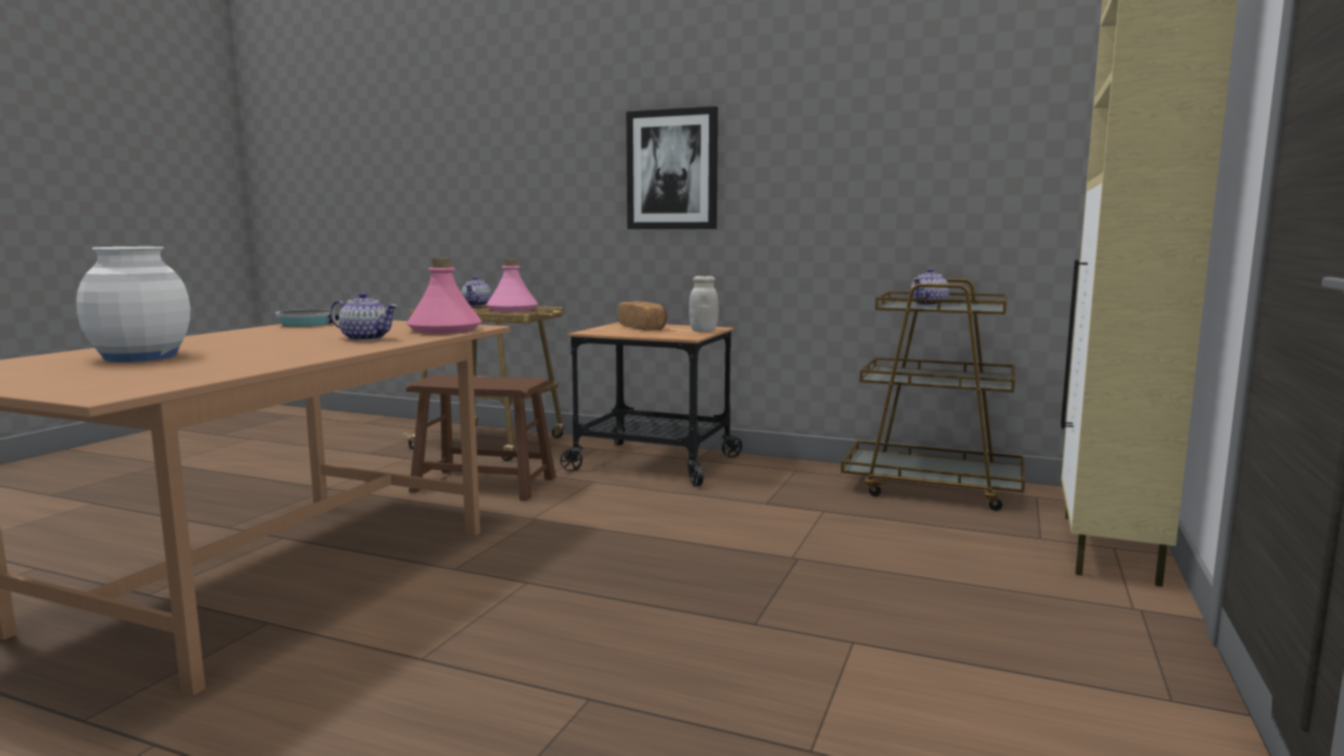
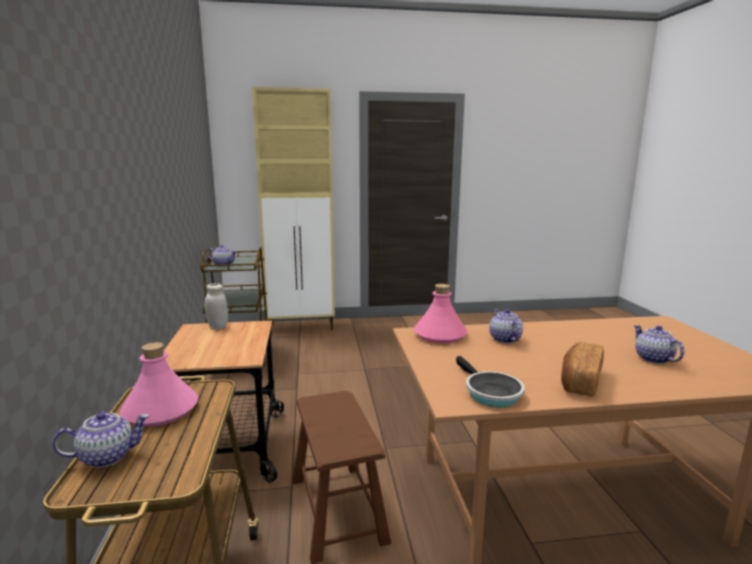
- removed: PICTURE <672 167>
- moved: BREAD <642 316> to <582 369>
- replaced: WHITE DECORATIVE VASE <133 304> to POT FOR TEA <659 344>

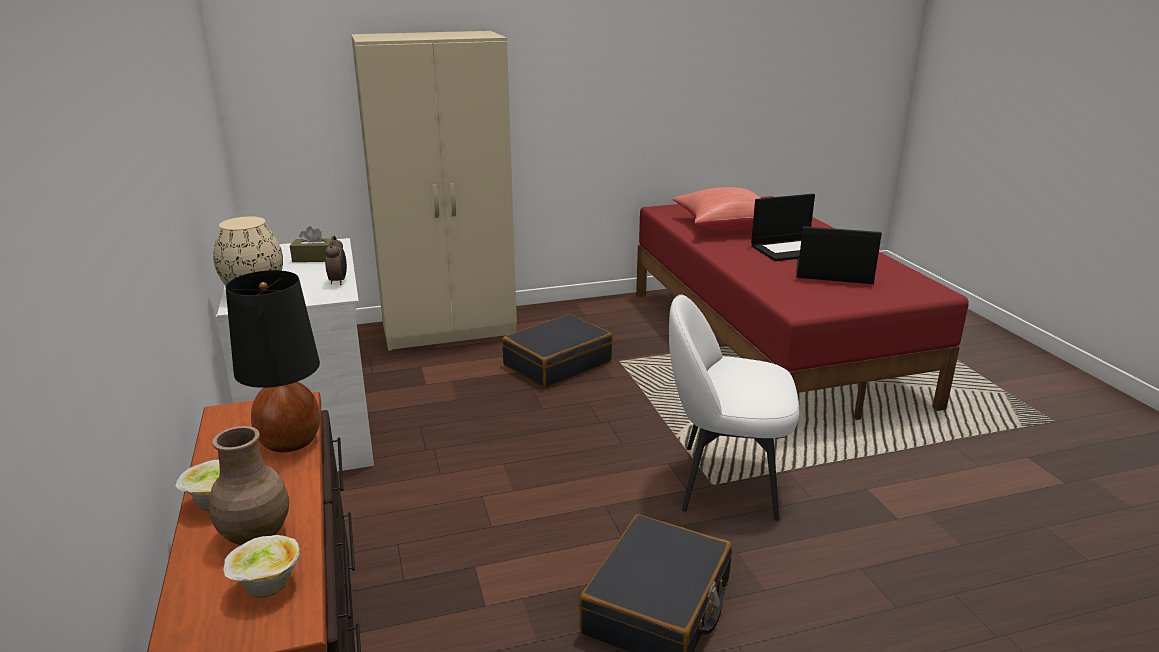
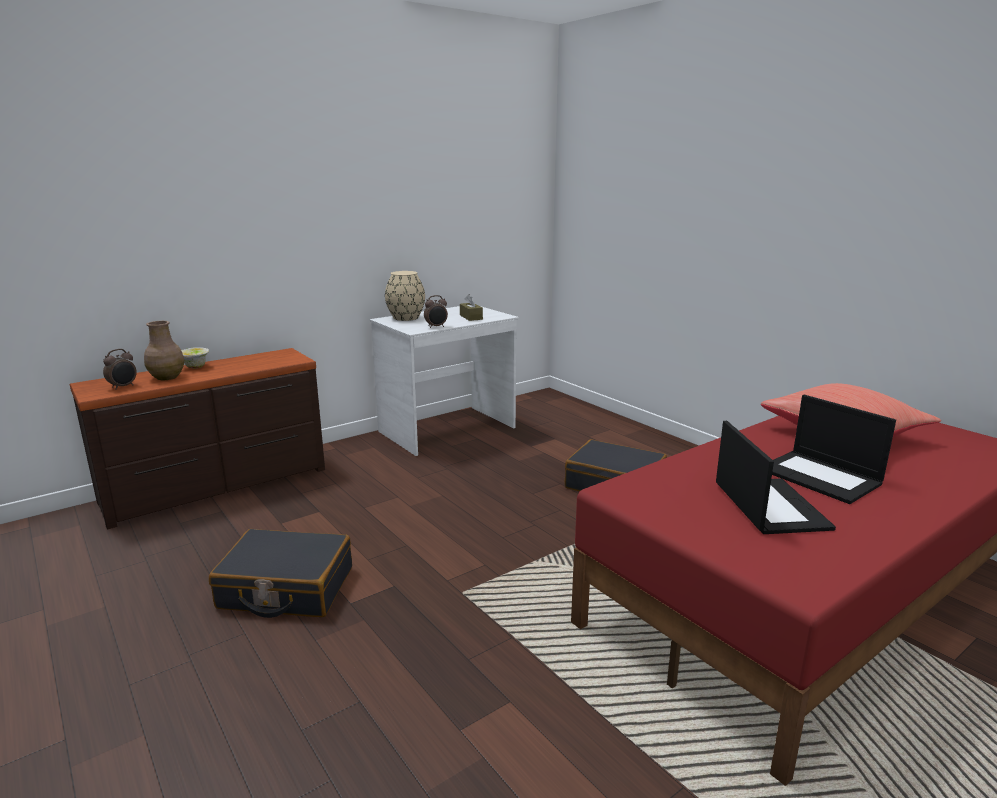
- removed: BLACK LAMP FOR A TABLE <272 361>
- removed: SAND-COLOURED WARDROBE <434 191>
- removed: WHITE CHAIR <734 408>
- replaced: DEEP DISH <261 566> to TABLE CLOCK <120 369>

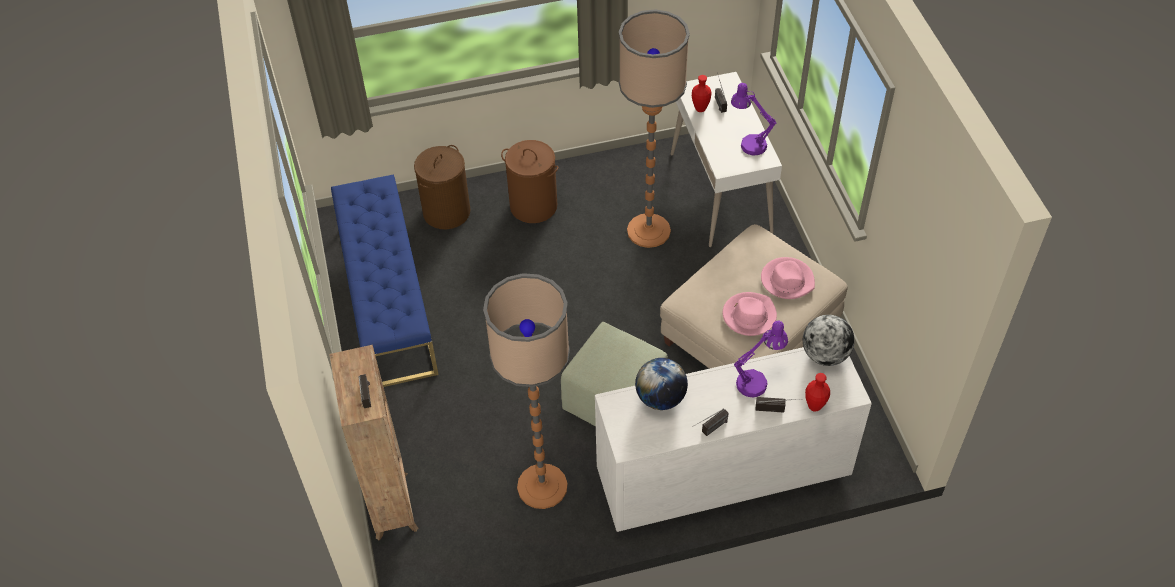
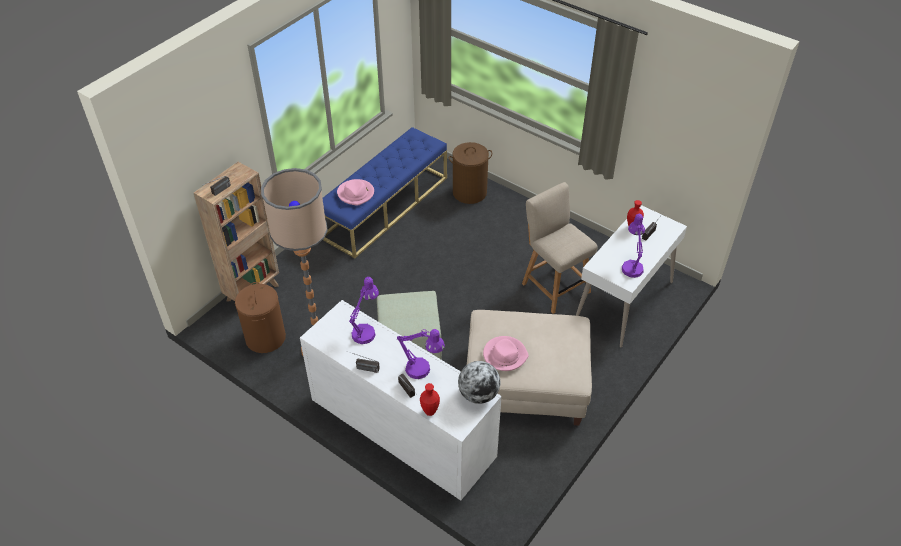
- moved: BROWN WASHING BASKET <529 181> to <260 317>
- moved: PINK-COLOURED HAT <788 278> to <355 192>
- replaced: STANDARD LAMP <654 129> to SAND-COLOURED CHAIR <559 248>
- replaced: WORLD GLOBE <661 384> to PURPLISH LAMP FOR A TABLE <364 310>

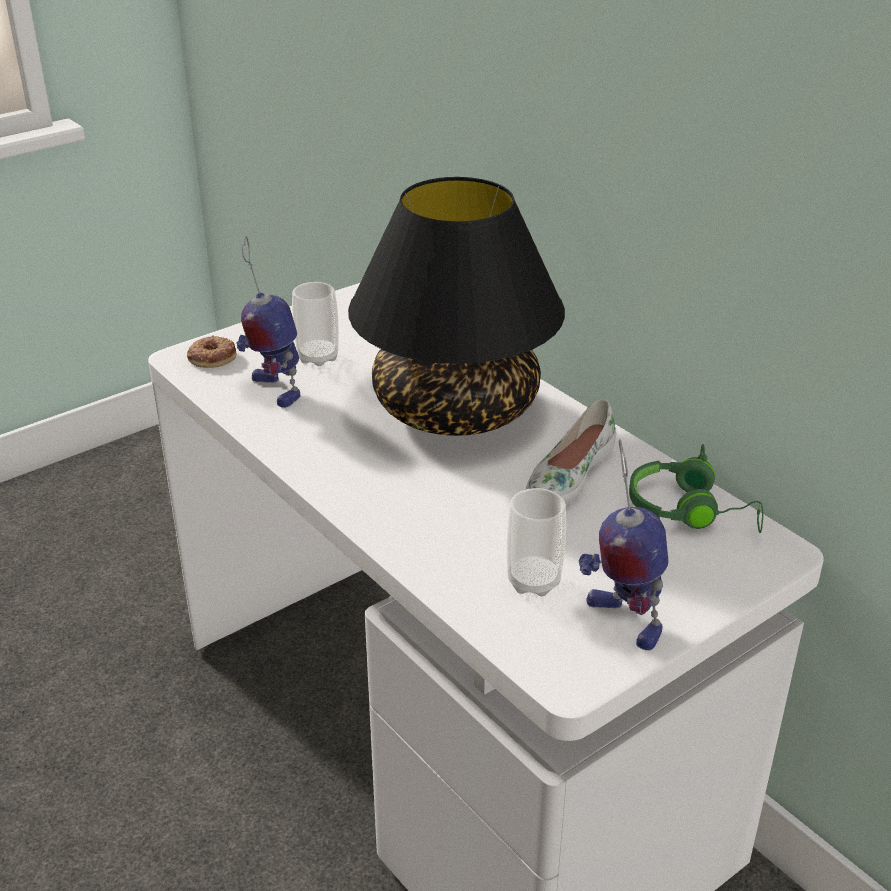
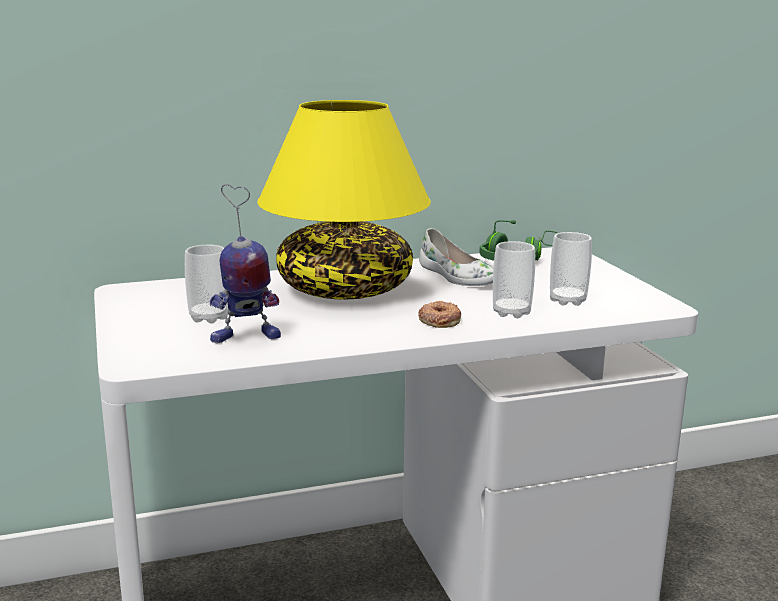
- removed: ROBOT FIGURE <623 544>
- added: CUP <514 279>
- moved: RING DOUGHNUT <211 351> to <439 314>
- recoloured: BLACK LAMP FOR A TABLE <456 306> to YELLOW-COLOURED LAMP FOR A TABLE <344 200>

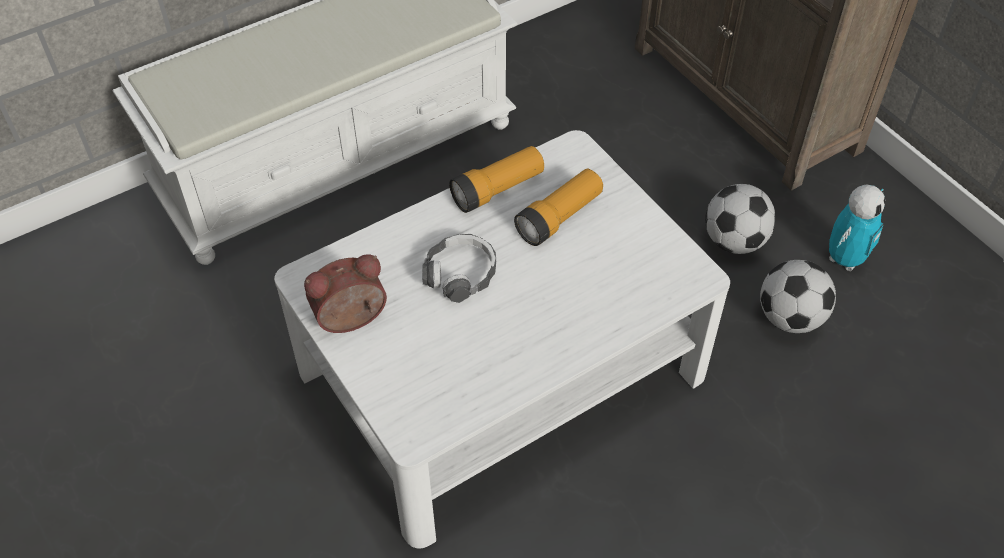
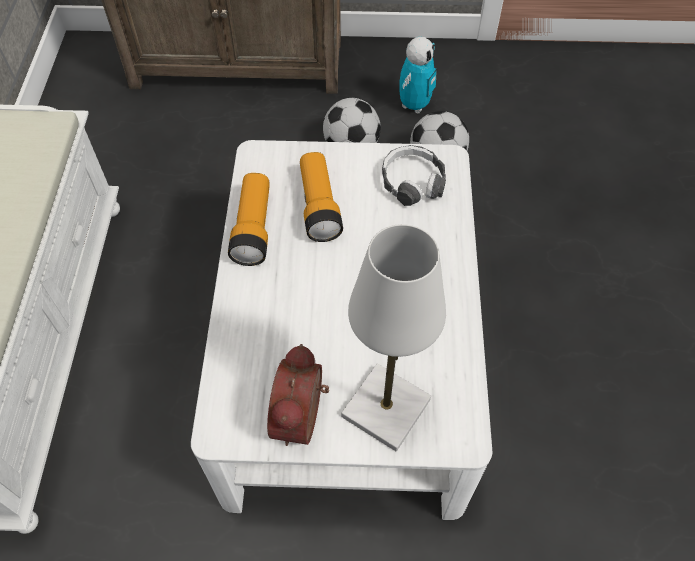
- added: WHITE LAMP FOR A TABLE <393 337>
- moved: HEADPHONES <459 268> to <414 175>
- turned: ROBOT FIGURE <857 227> = <418 75> 45 degrees clockwise

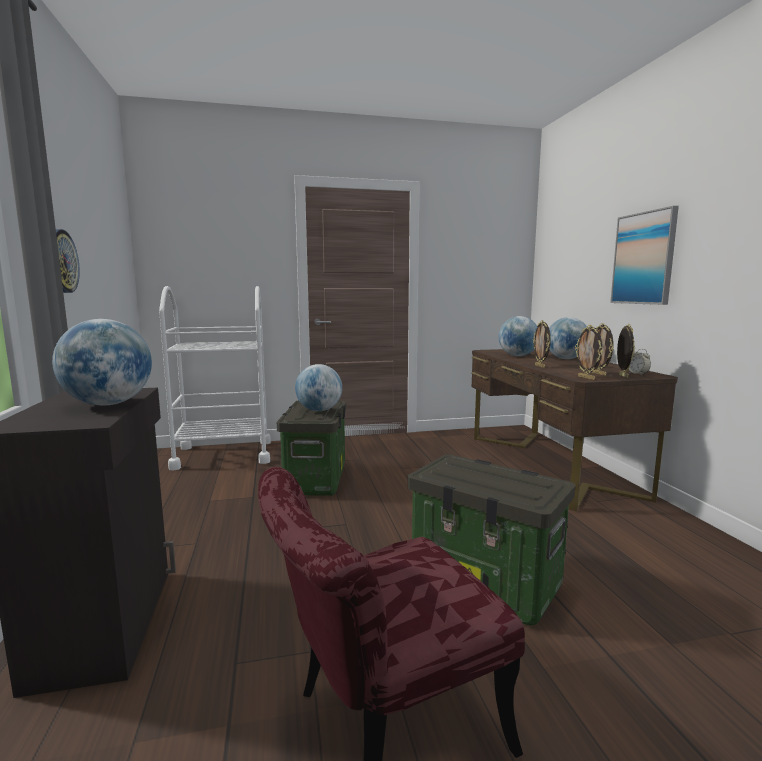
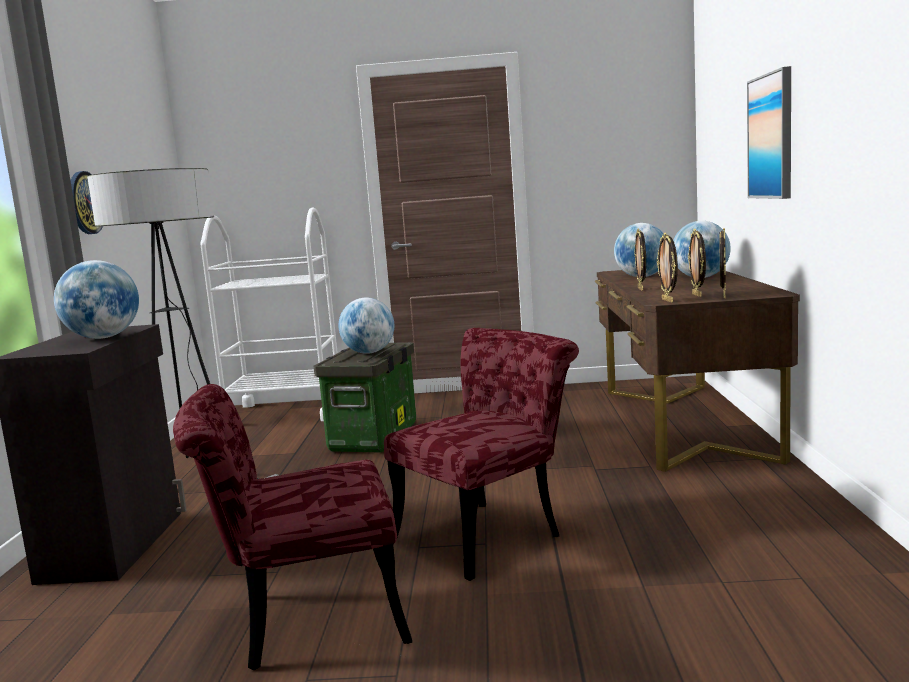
- removed: TABLE CLOCK <639 362>
- added: STANDARD LAMP <183 323>
- replaced: STORAGE BIN <491 539> to RED CHAIR <481 454>

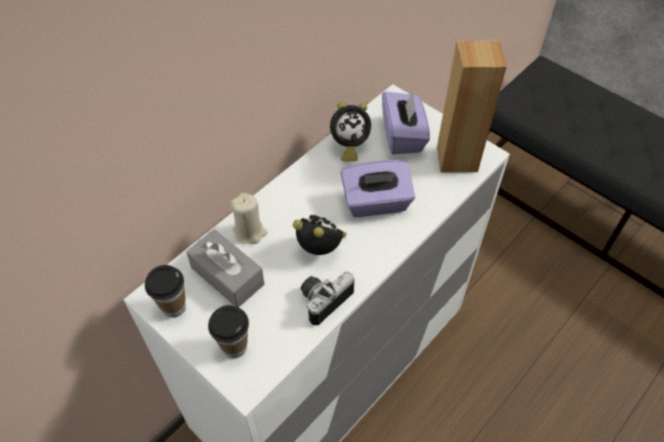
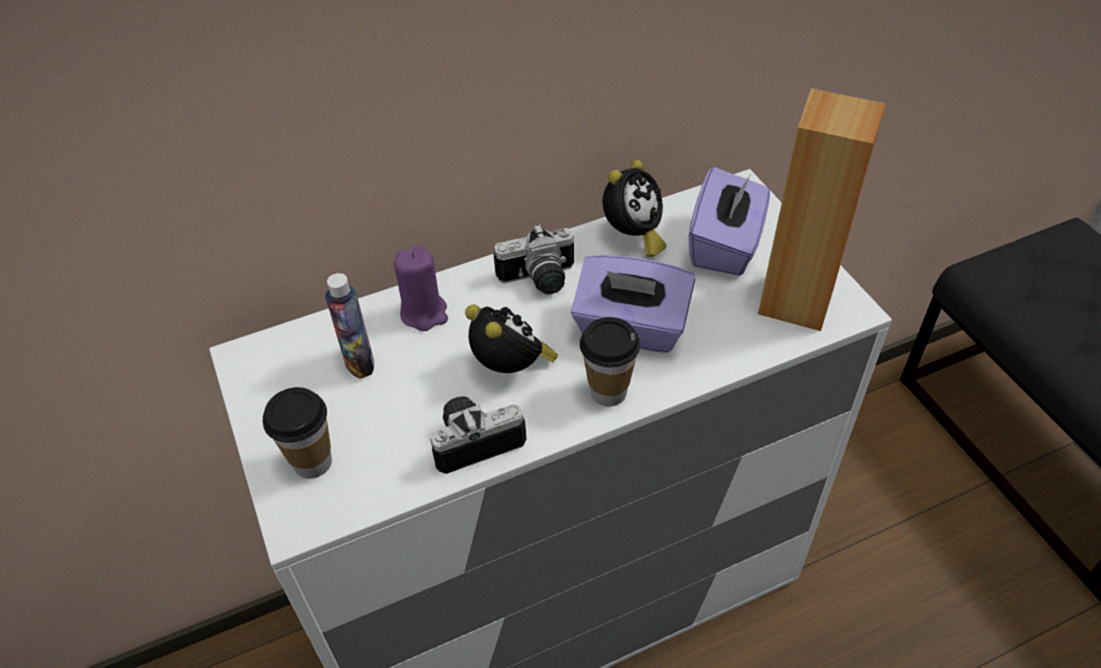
- added: PHOTO CAMERA <533 259>
- moved: CUP <165 291> to <610 362>
- replaced: GREYISH BOX OF TISSUES <225 268> to BEVERAGE BOTTLE <349 326>
- recoloured: SAND-COLOURED WAX CANDLE <249 218> to PURPLISH WAX CANDLE <421 288>
- turned: TABLE CLOCK <350 131> = <635 208> 60 degrees counterclockwise

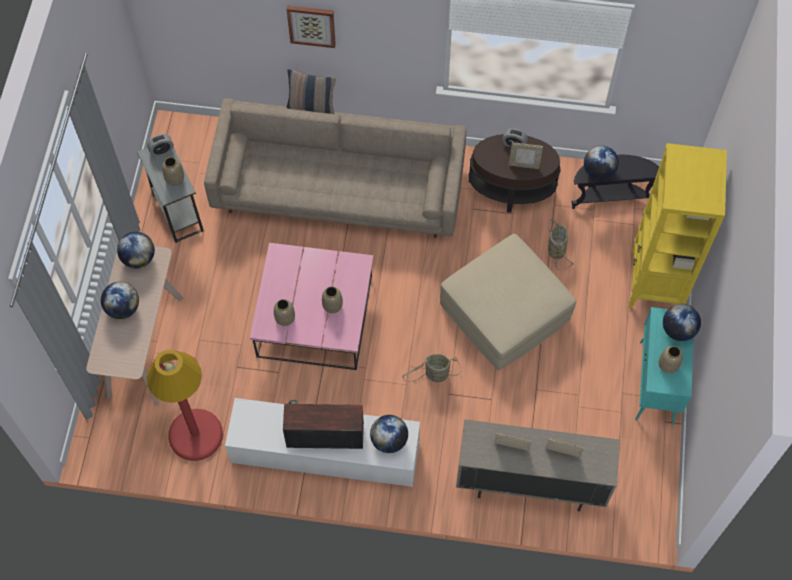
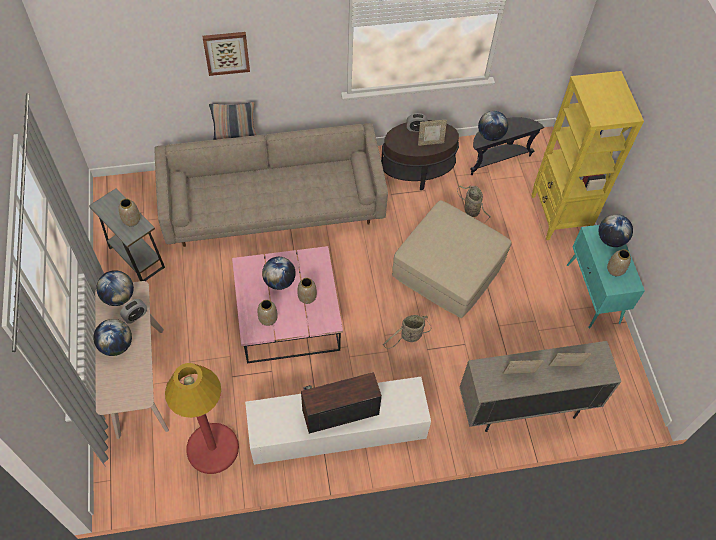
- moved: TABLE CLOCK <160 145> to <133 311>
- moved: WORLD GLOBE <389 434> to <279 273>

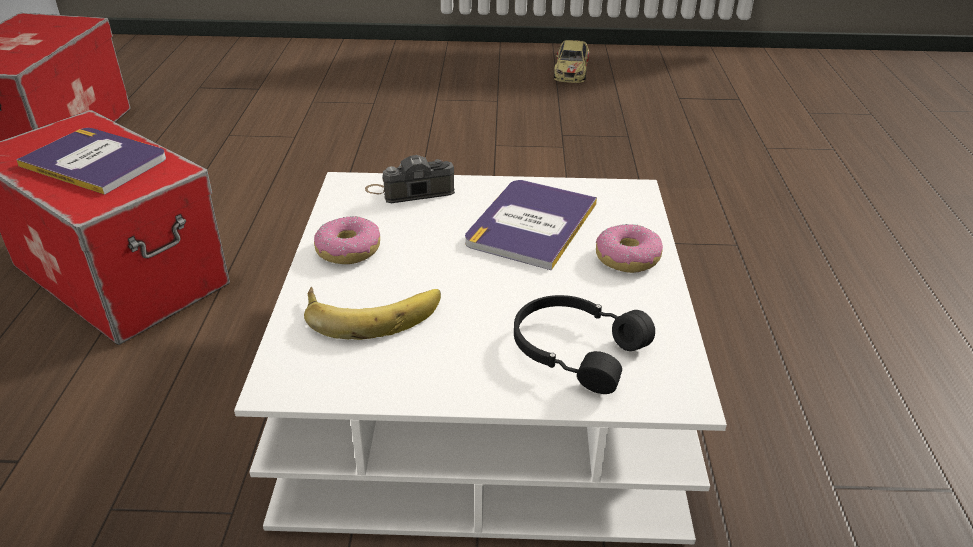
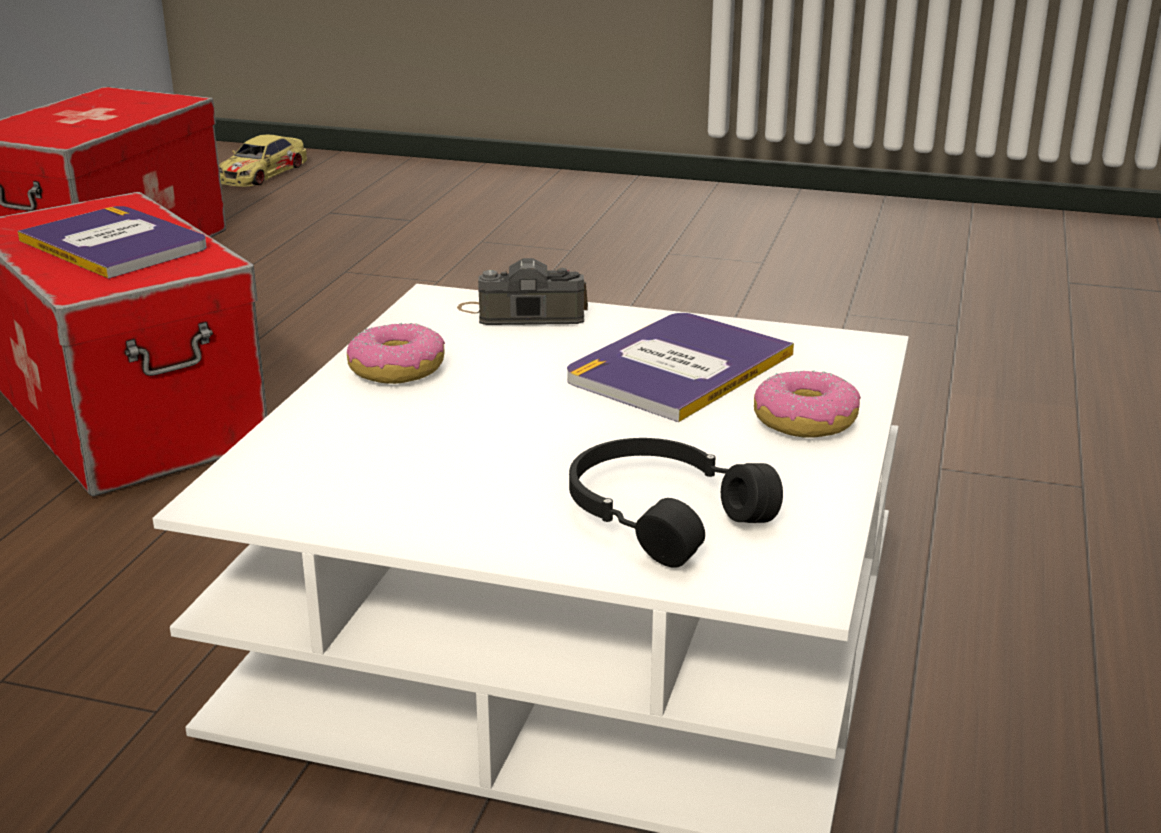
- removed: BANANA FRUIT <372 313>
- moved: MINIATURE CAR <571 61> to <263 161>

